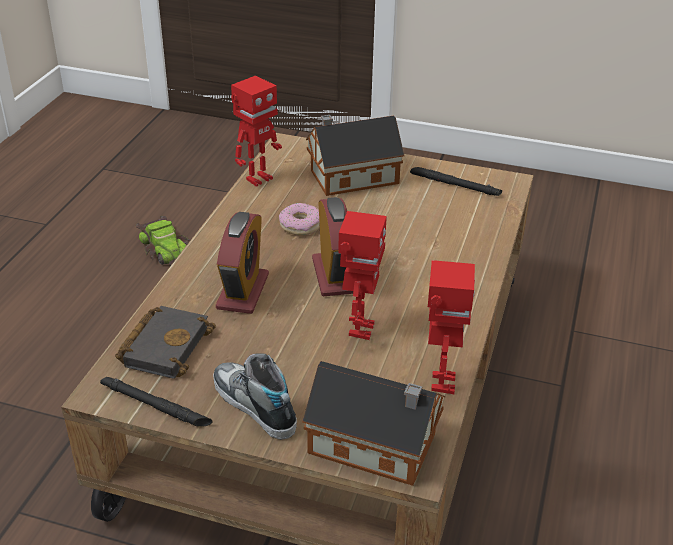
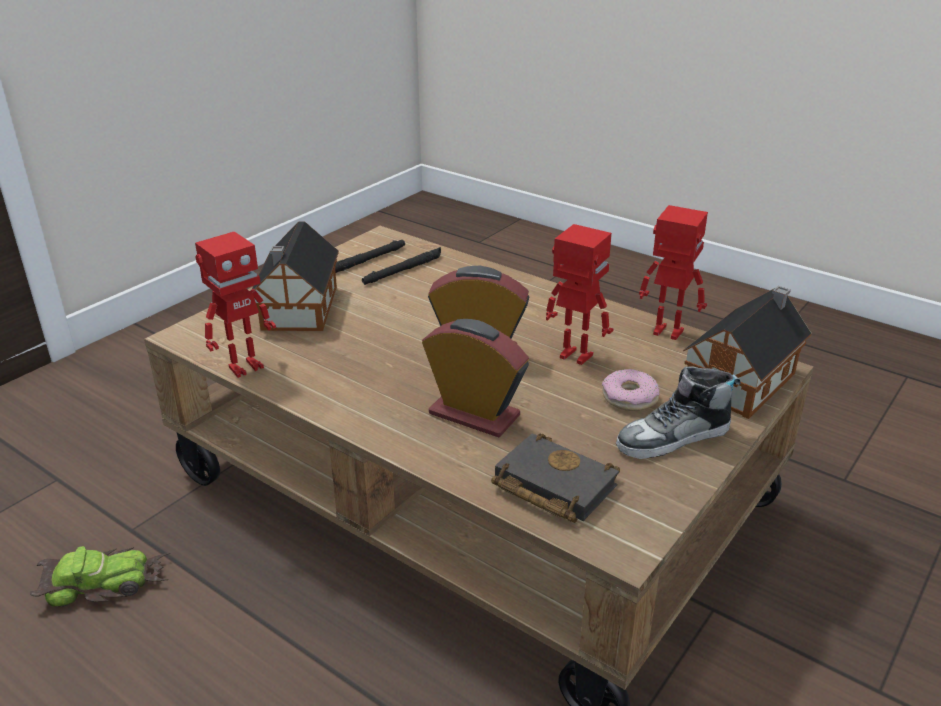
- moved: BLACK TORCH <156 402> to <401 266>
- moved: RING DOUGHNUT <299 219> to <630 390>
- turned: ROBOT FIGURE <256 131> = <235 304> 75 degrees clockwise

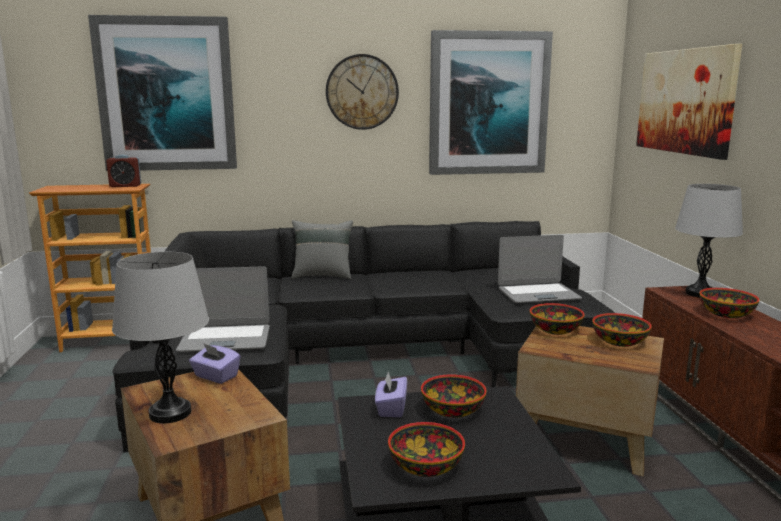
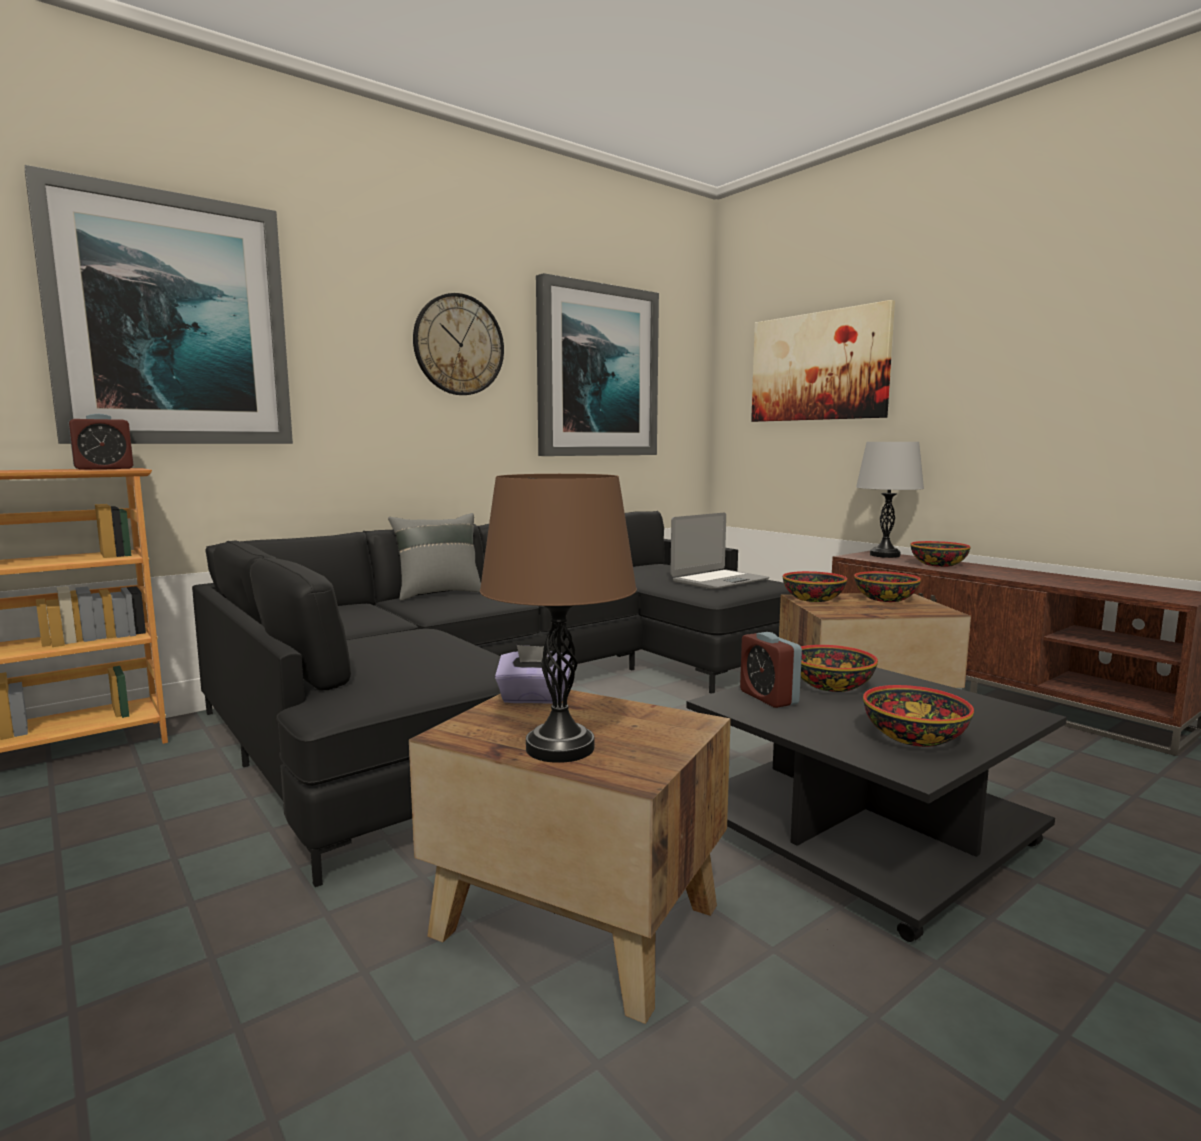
- removed: LAPTOP <223 309>
- replaced: PURPLISH BOX OF TISSUES <391 394> to TABLE CLOCK <771 670>
- recoloured: GREYISH LAMP FOR A TABLE <160 337> to BROWN LAMP FOR A TABLE <558 618>

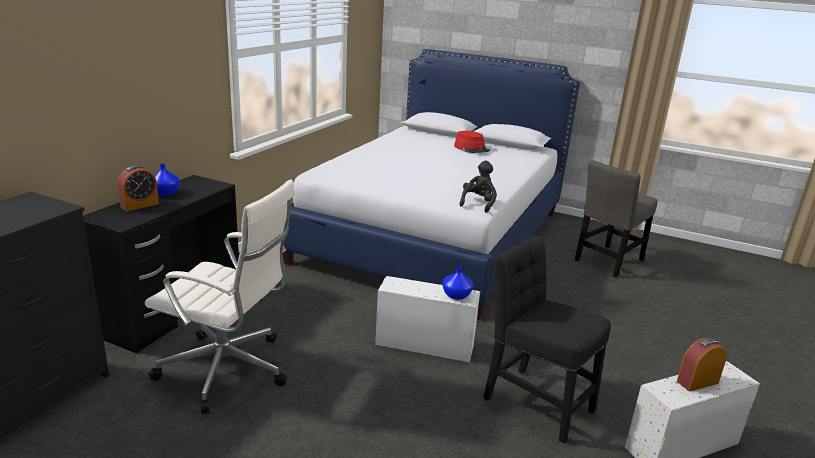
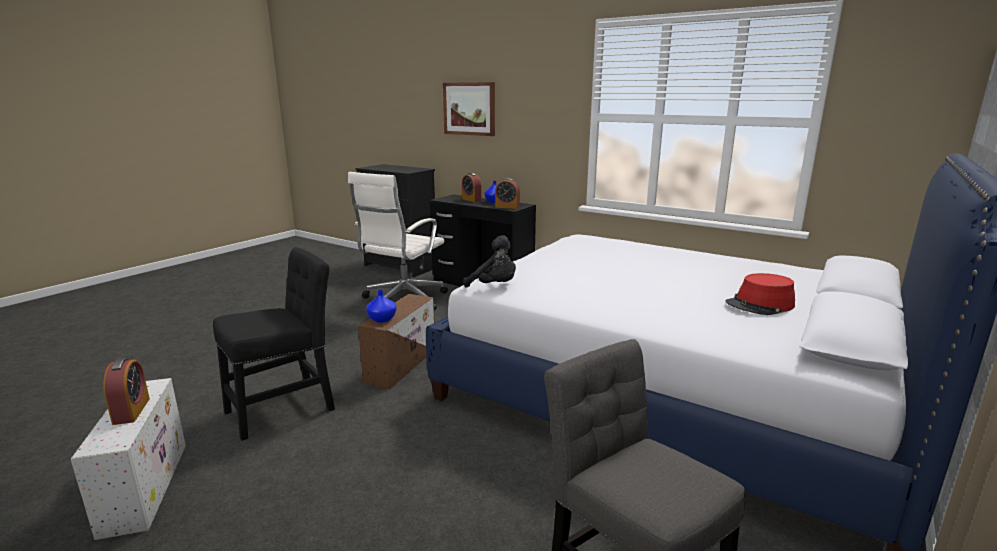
- added: PICTURE <469 109>
- added: TABLE CLOCK <507 193>
- recoloured: WHITE STORAGE BIN <427 319> to BROWN STORAGE BIN <396 341>

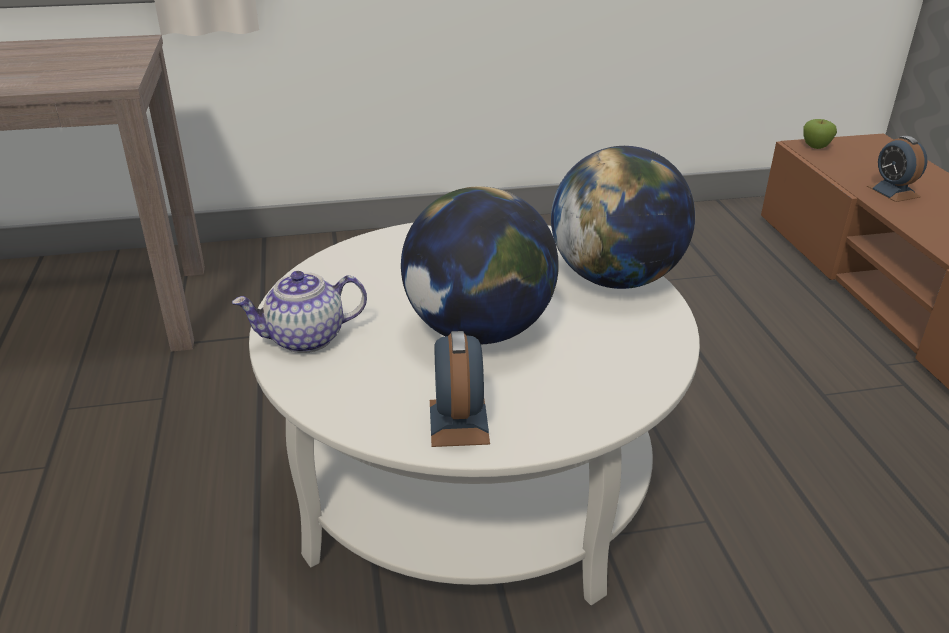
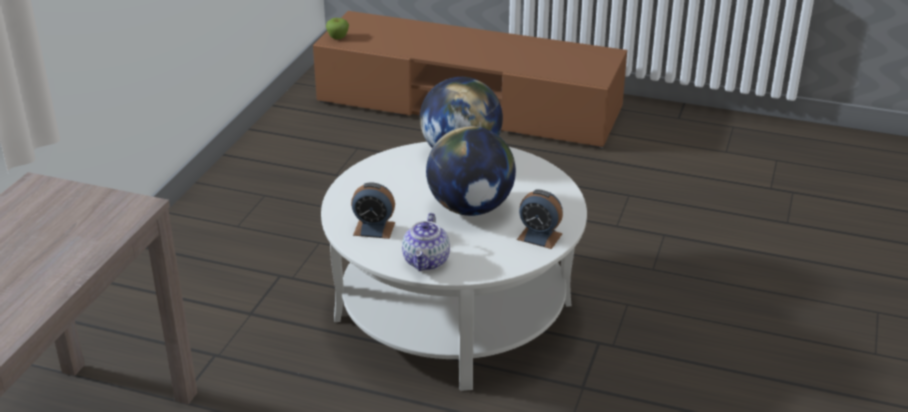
- moved: TABLE CLOCK <897 169> to <373 210>

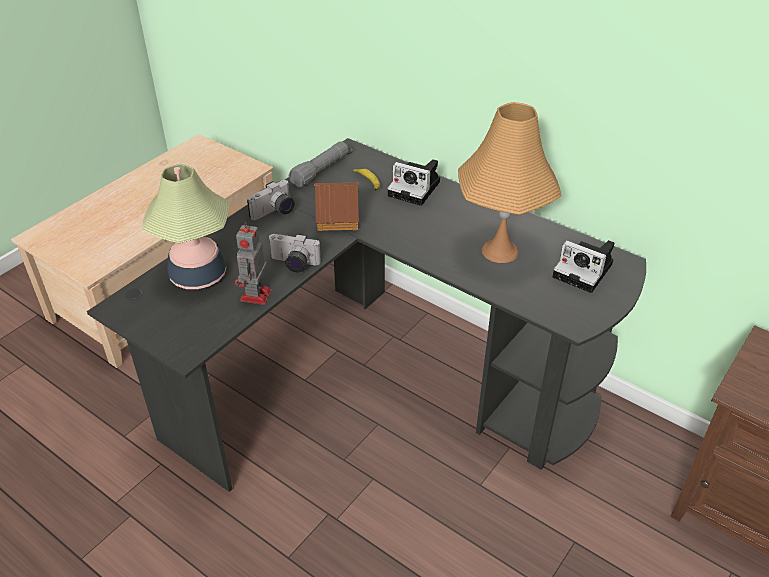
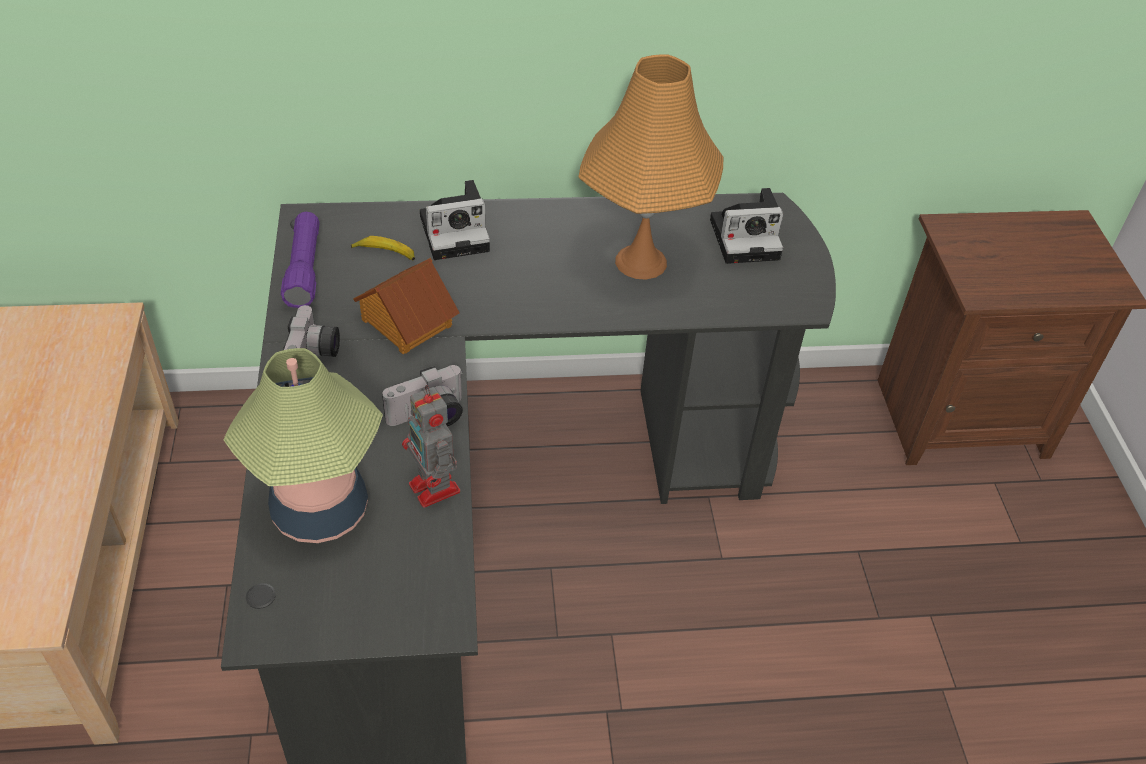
- recoloured: GREYISH TORCH <319 164> to PURPLISH TORCH <300 260>

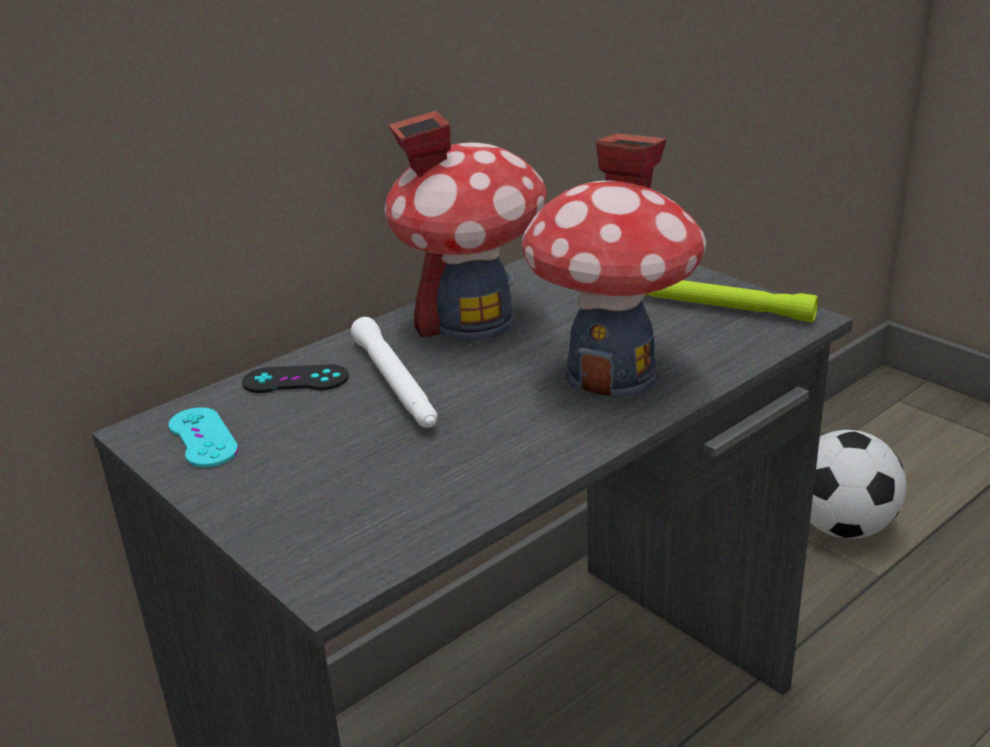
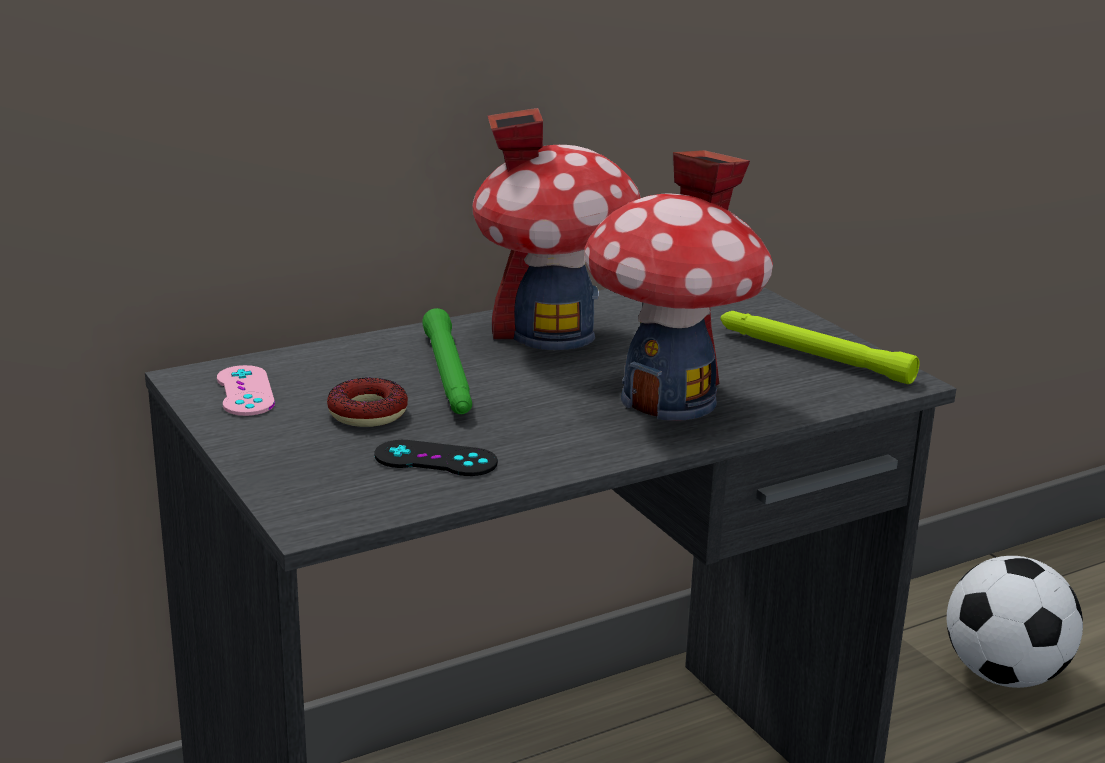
- added: RING DOUGHNUT <367 402>
- moved: BLACK JOYPAD <295 378> to <436 458>
- recoloured: TURQUOISE JOYPAD <203 437> to PINK-COLOURED JOYPAD <246 390>
- recoloured: WHITE TORCH <394 372> to GREEN TORCH <447 361>

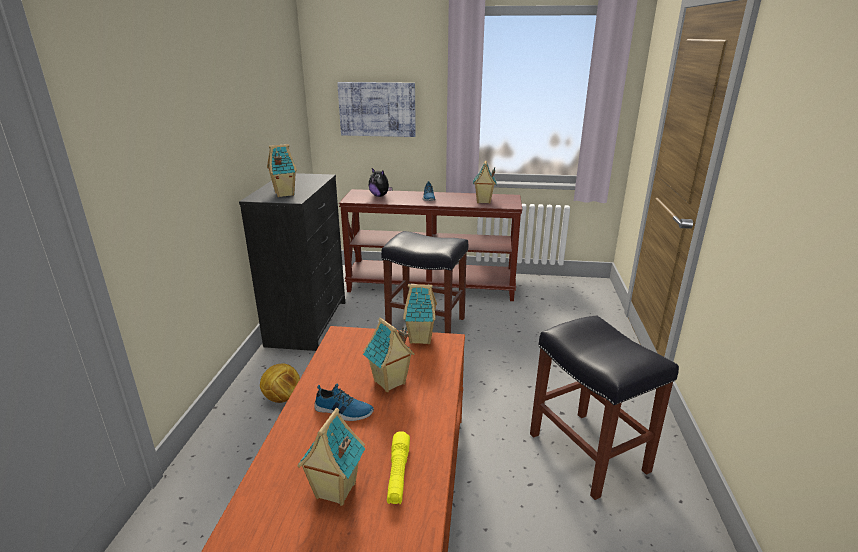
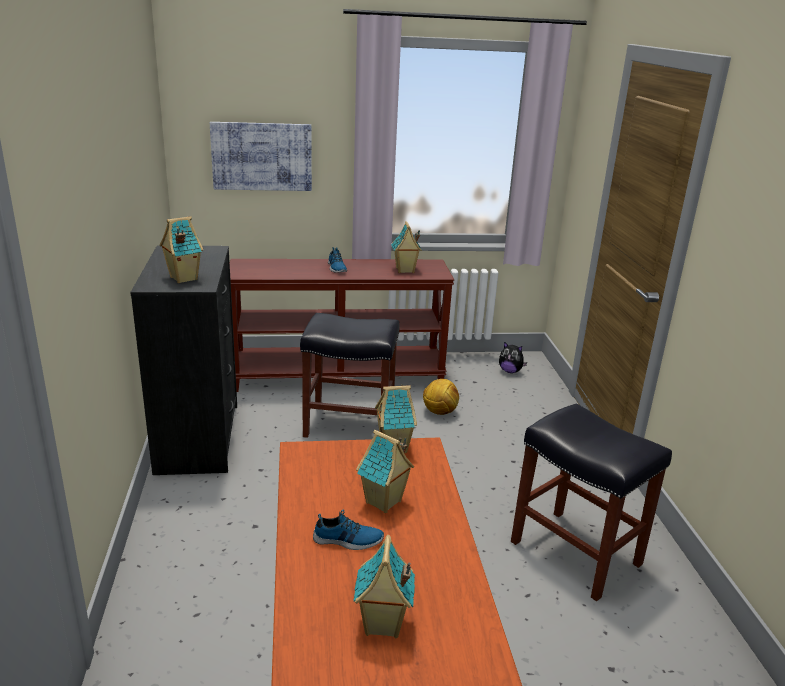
- removed: YELLOW-COLOURED TORCH <398 467>
- moved: FOOTBALL <280 383> to <441 397>
- moved: PLUSH TOY <380 182> to <513 357>

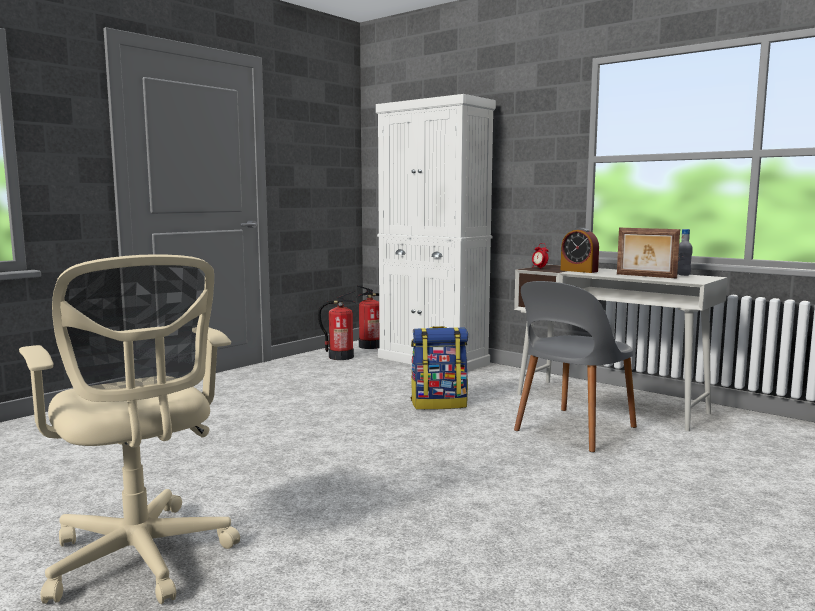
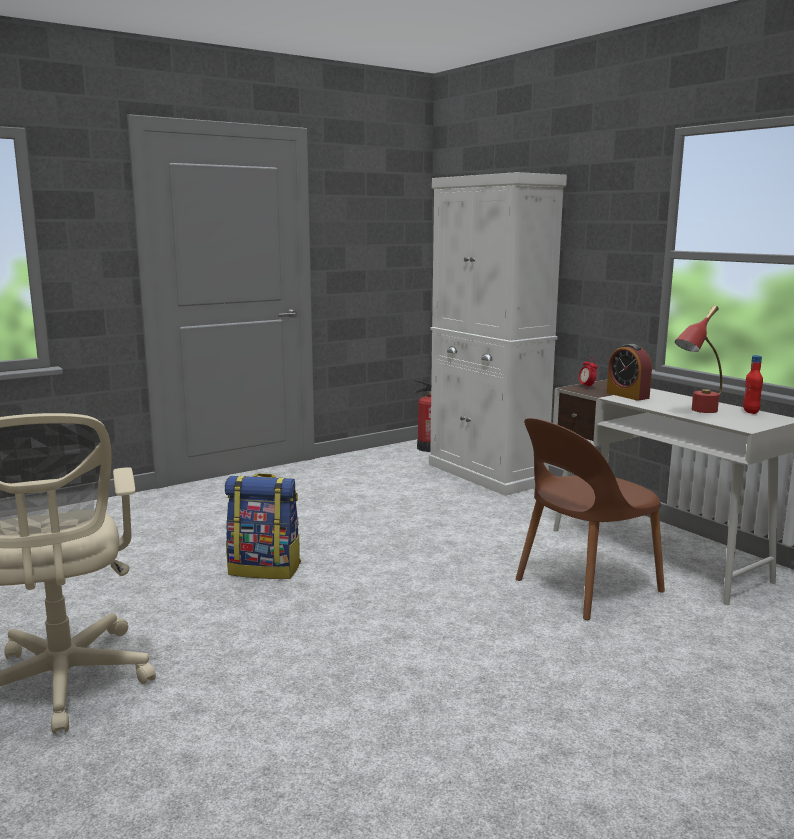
- removed: FIRE EXTINGUISHER <337 325>
- moved: KNAPSACK <439 368> to <263 526>
- replaced: PHOTO FRAME <648 253> to RED LAMP FOR A TABLE <698 359>
- recoloured: GREYISH CHAIR <575 366> to BROWN CHAIR <590 519>
- recoloured: GREYISH BEVERAGE BOTTLE <685 252> to RED BEVERAGE BOTTLE <753 384>

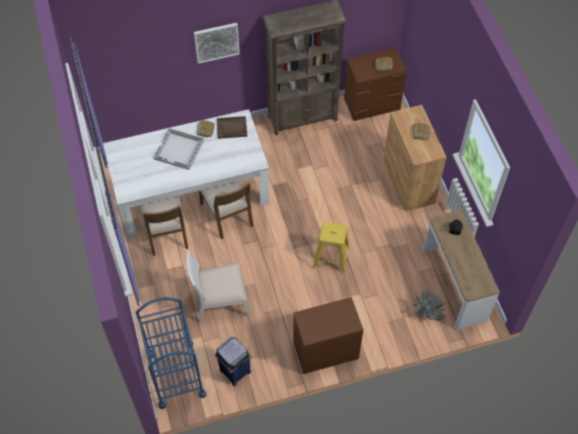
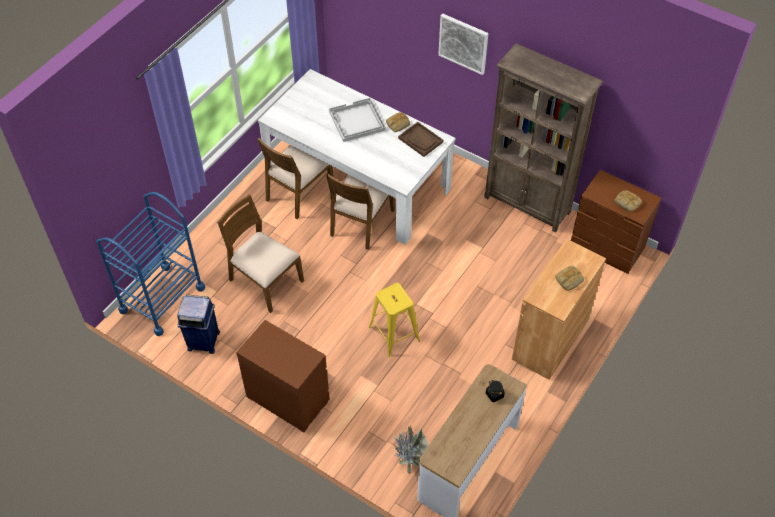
- recoloured: WHITE CHAIR <218 287> to BROWN CHAIR <260 253>

